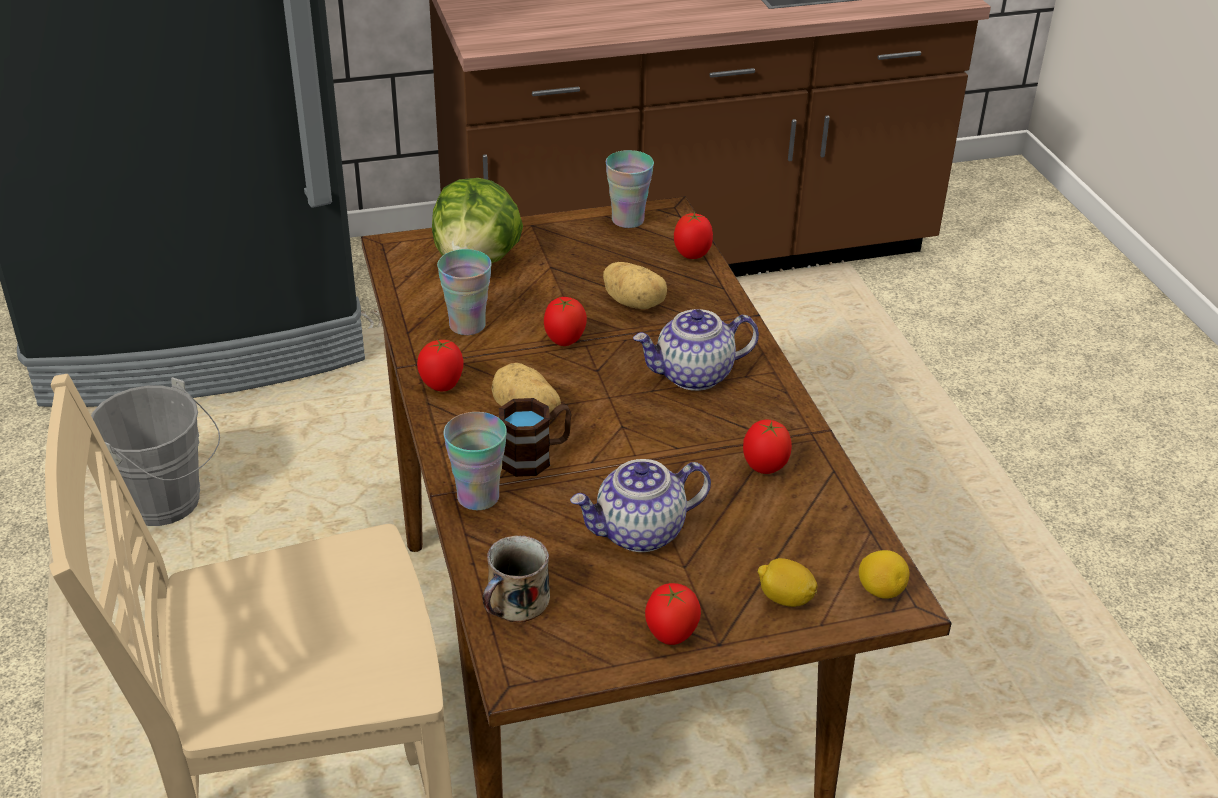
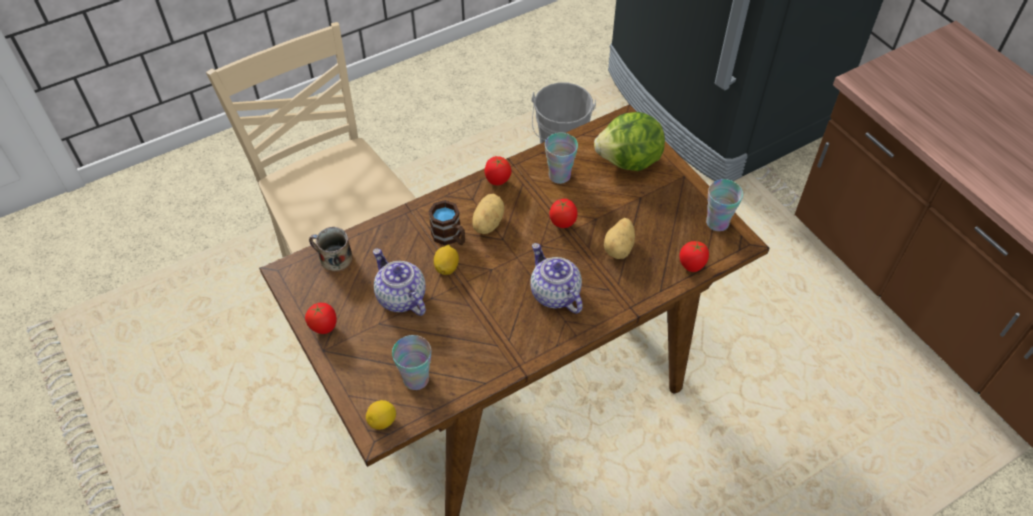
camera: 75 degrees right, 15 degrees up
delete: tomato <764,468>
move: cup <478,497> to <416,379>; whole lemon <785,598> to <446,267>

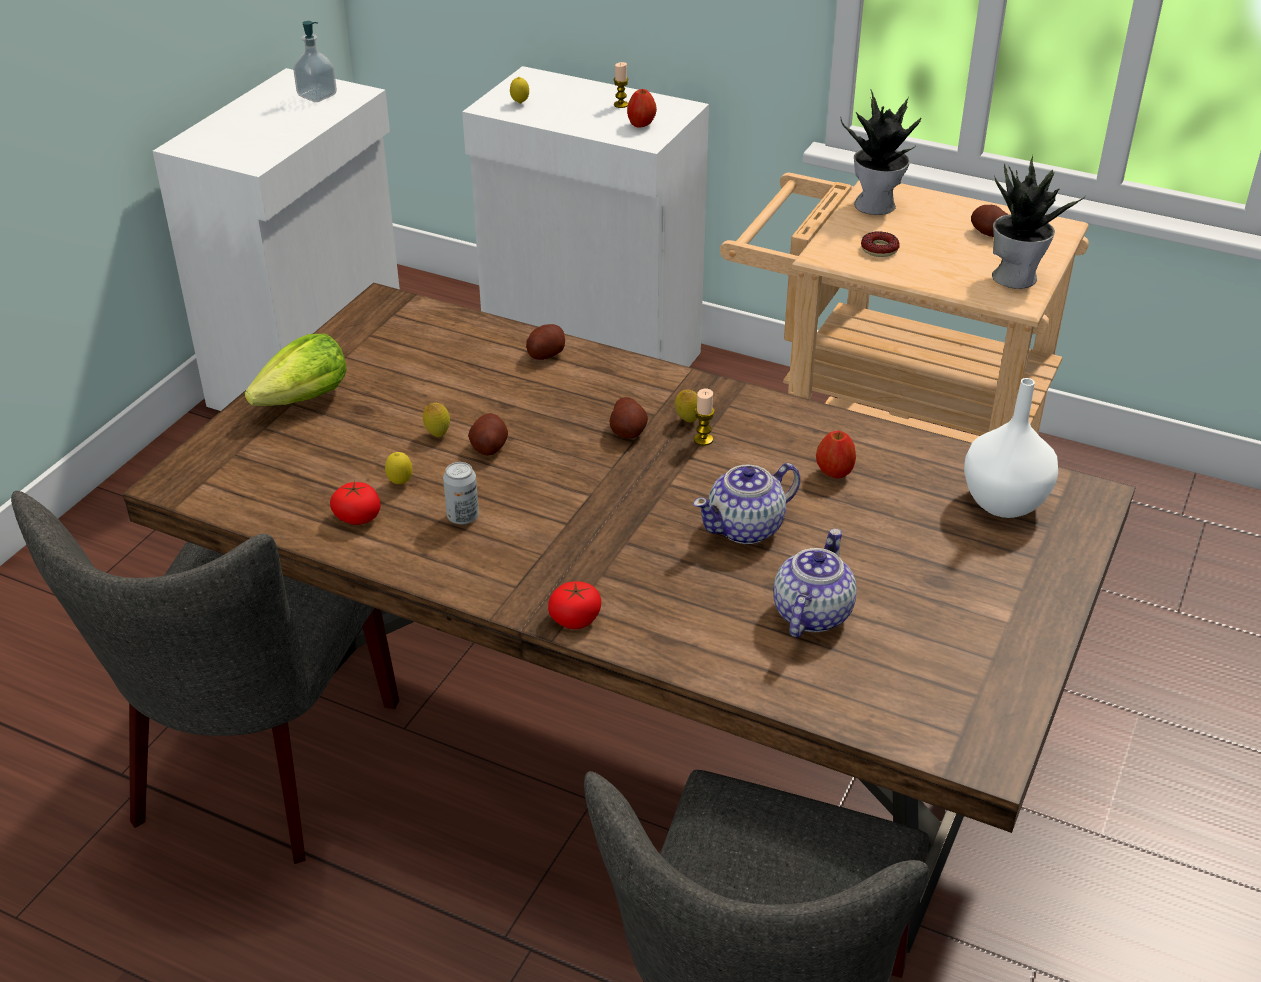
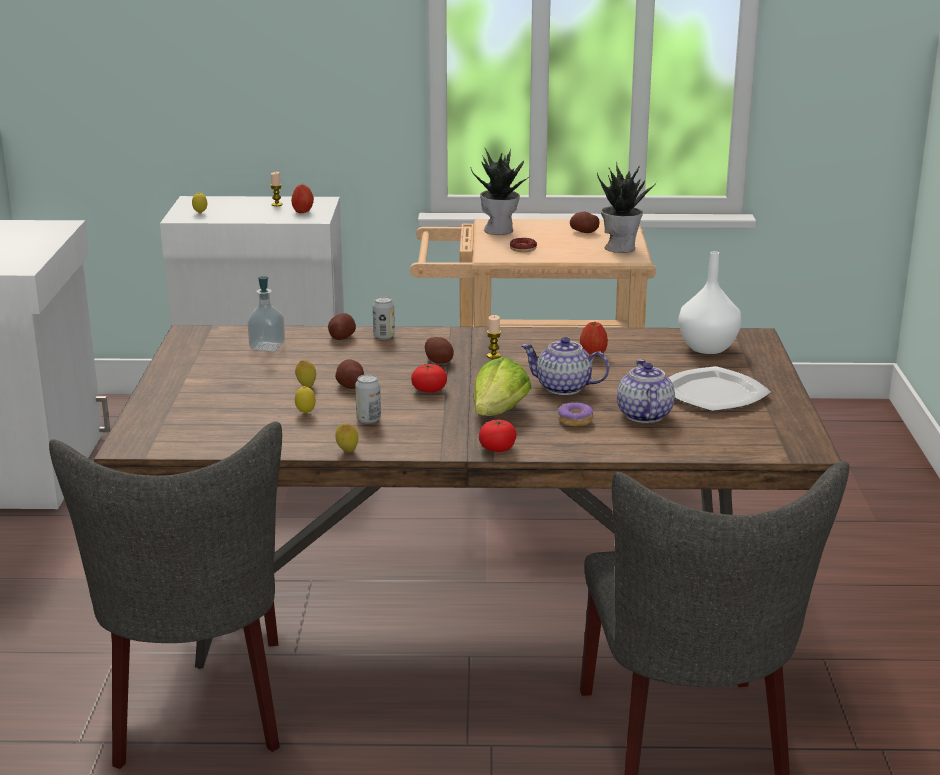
camera: 25 degrees left, 15 degrees down
insert: can <384,336>; donut <575,421>; plate <713,393>
move: head of lettuce <304,399> to <499,413>; soap bottle <317,96> to <267,346>; tomato <357,517> to <429,390>; whole lemon <687,420> to <347,452>
rotate: tea pot <746,528> = <564,388> 75 degrees clockwise

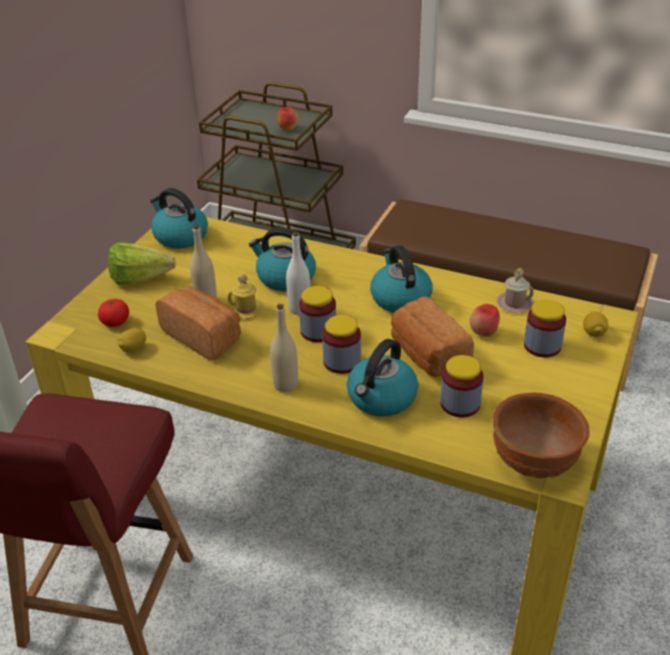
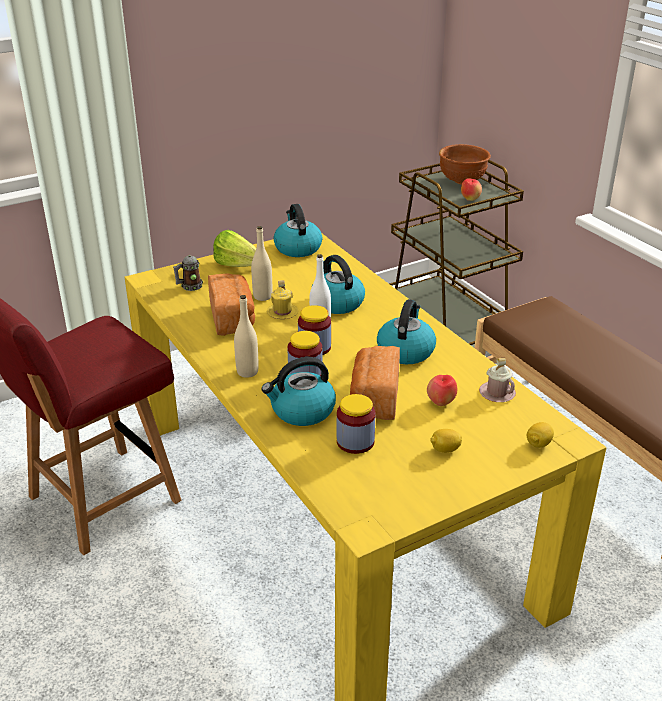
camera: 35 degrees right, 5 degrees down
delete: preserve jar <542,346>
move: whole lemon <133,349> to <445,450>; deep dish in brownish <535,463> to <462,182>
replace: tomato <115,322> to tea mug <189,287>

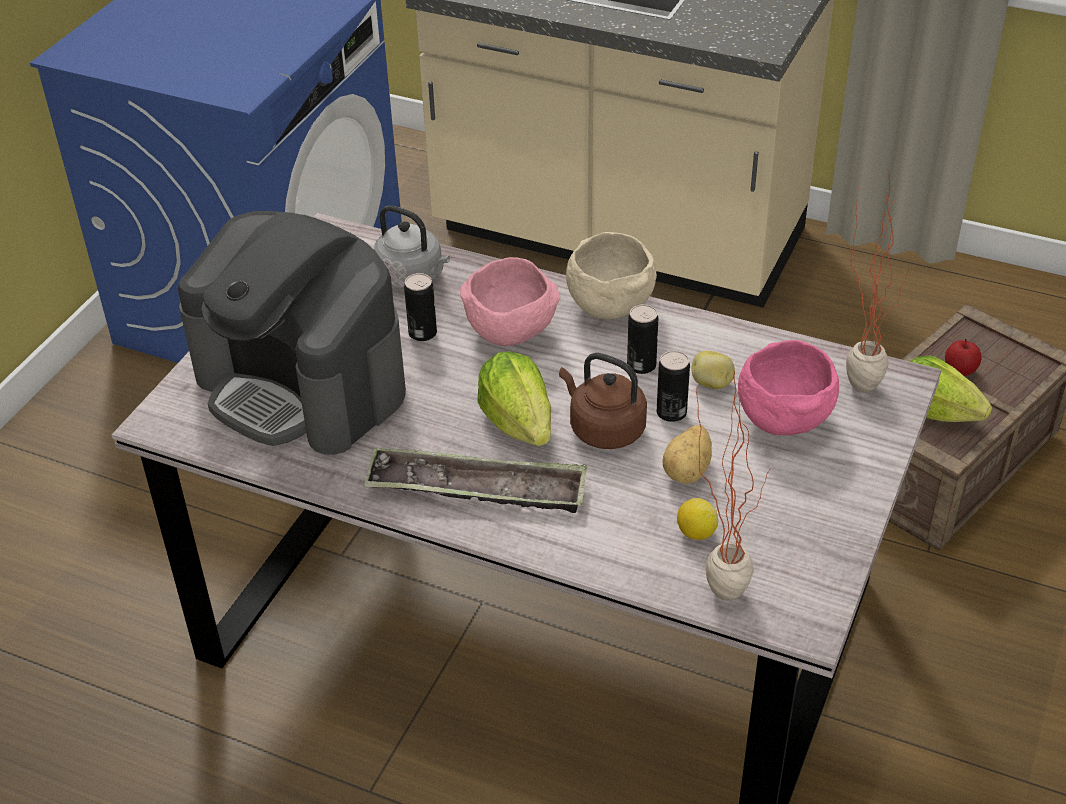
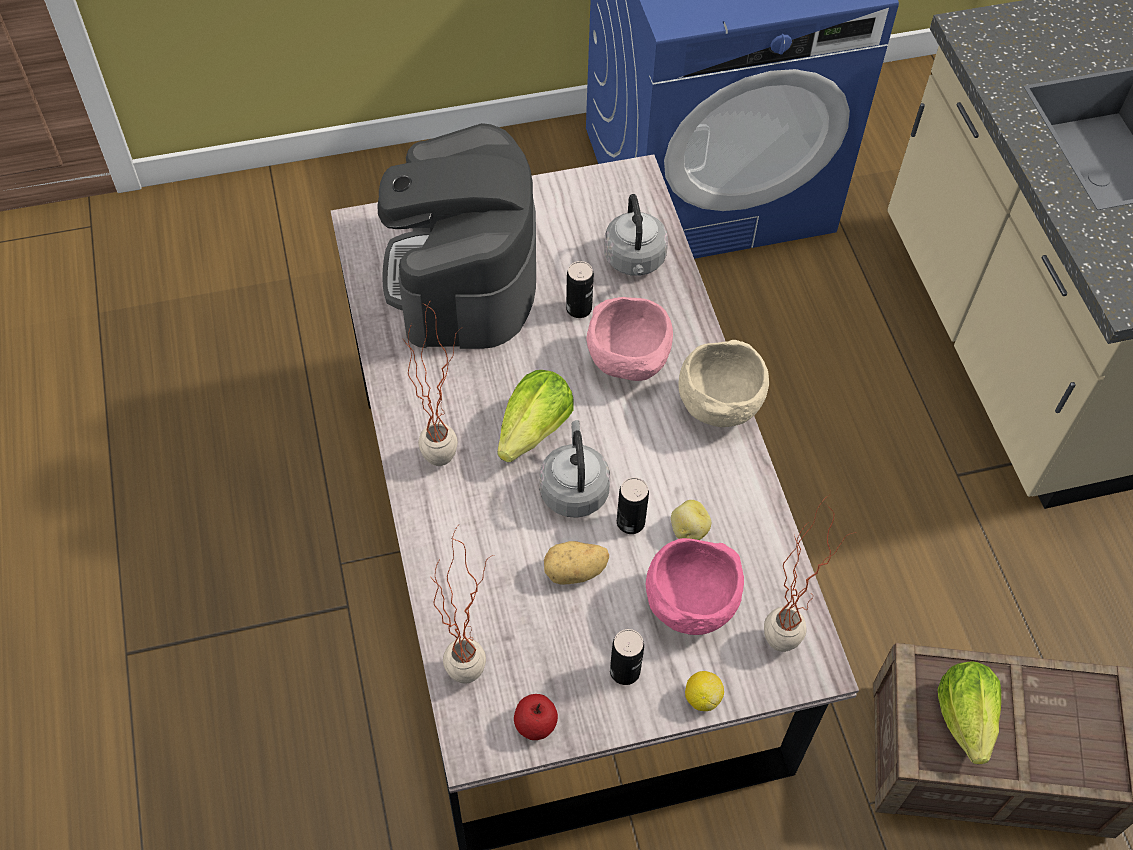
camera: 50 degrees right, 15 degrees up
move: can <641,365> to <625,671>; whole lemon <696,532> to <702,698>; apple <960,370> to <535,724>
replace: tray <477,489> to houseplant <446,449>
recolor: tea kettle in brownish <603,429> to tea kettle in greyish <574,488>

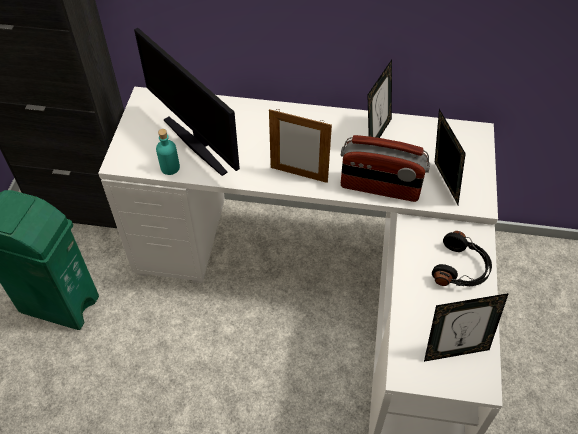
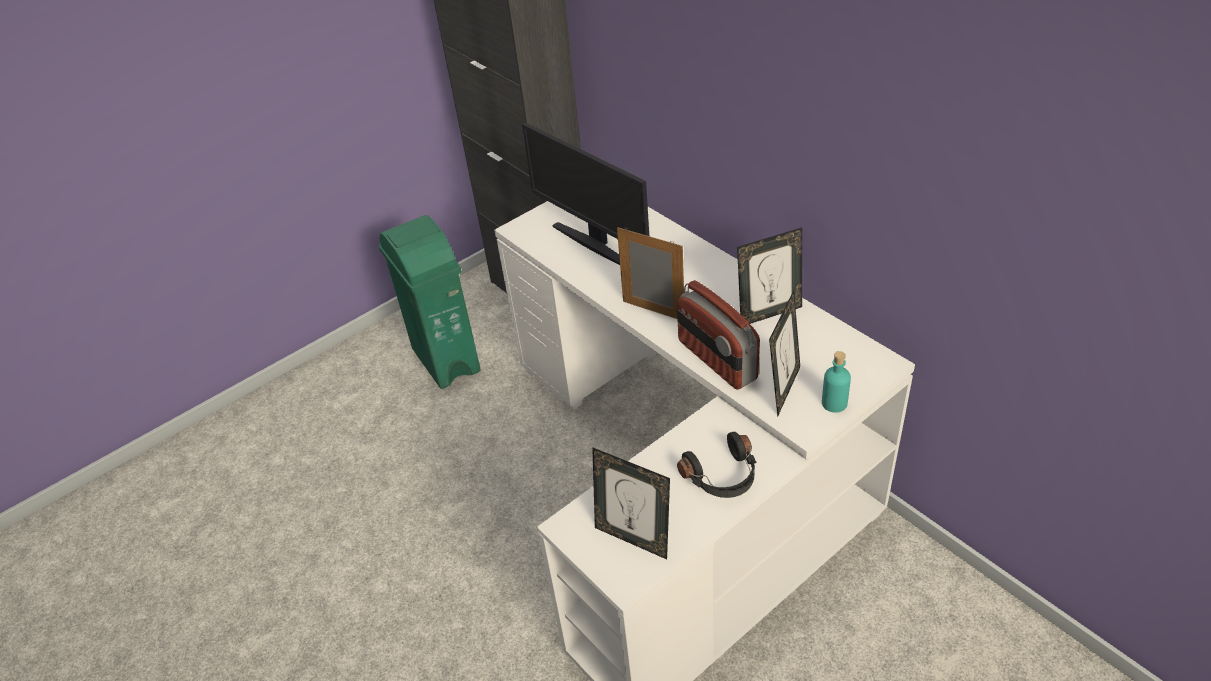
camera: 45 degrees right, 10 degrees down
move: beverage bottle in turquoise <170,167> to <834,403>
rotate: monitor <197,144> = <594,244> 45 degrees counterclockwise; photo frame <299,174> = <653,311> 150 degrees clockwise

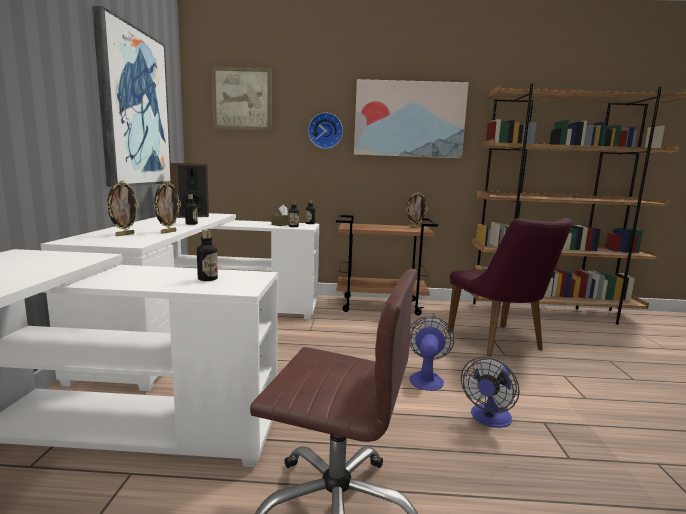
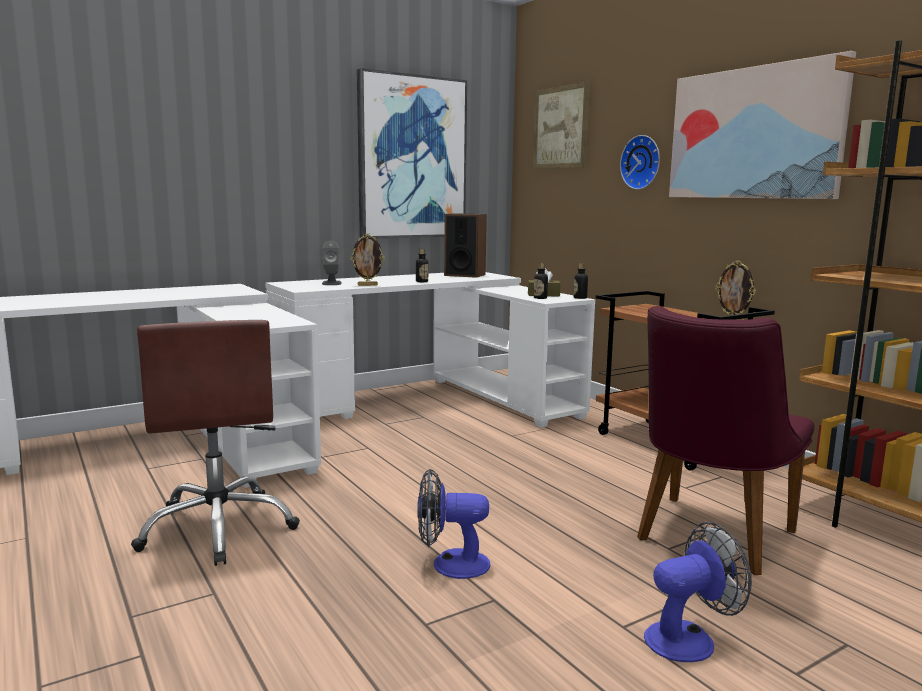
camera: 55 degrees right, 0 degrees up
delete: beverage bottle <207,279>
move: electric fan <426,378> to <689,638>
replace: photo frame <124,235> to audio speaker in greyish <331,283>

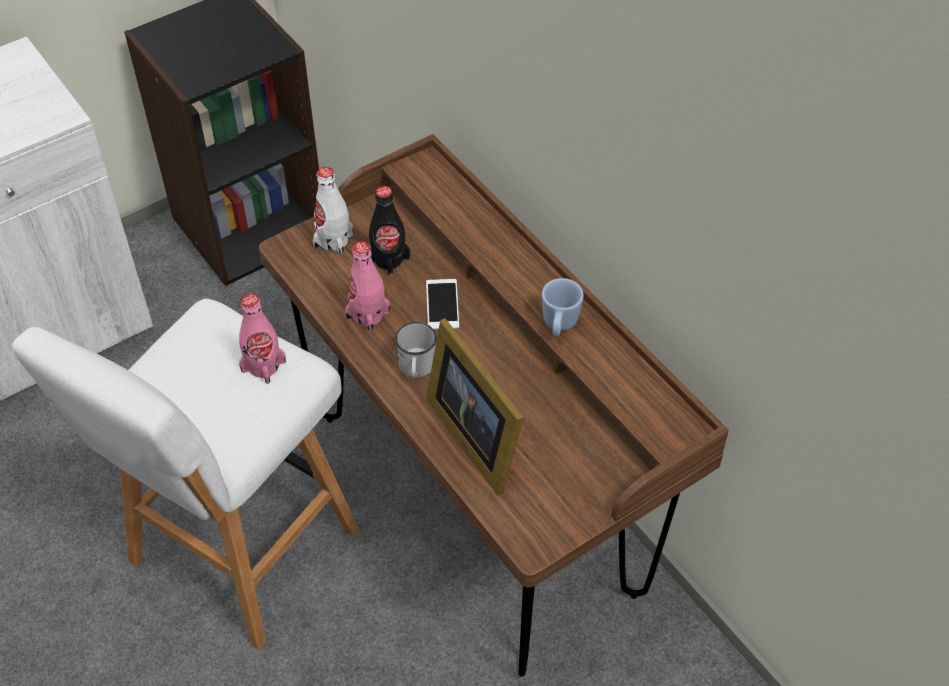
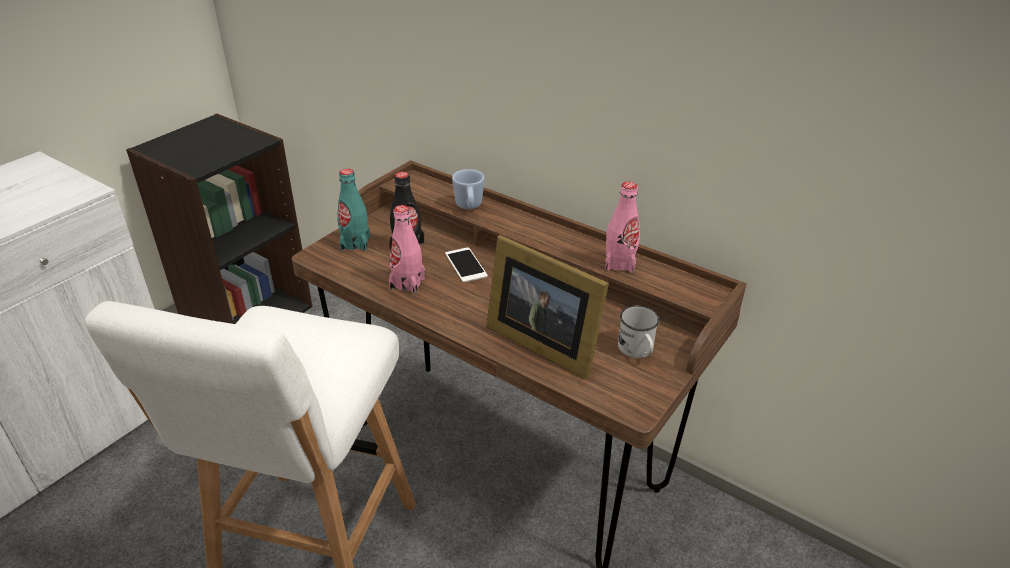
camera: 20 degrees left, 15 degrees down
move: beverage bottle in pinkish <263,366> to <619,263>; tea mug in white <416,368> to <637,351>; tea mug in blue <559,325> to <469,207>
recolor: beverage bottle in white <333,241> to beverage bottle in turquoise <355,243>

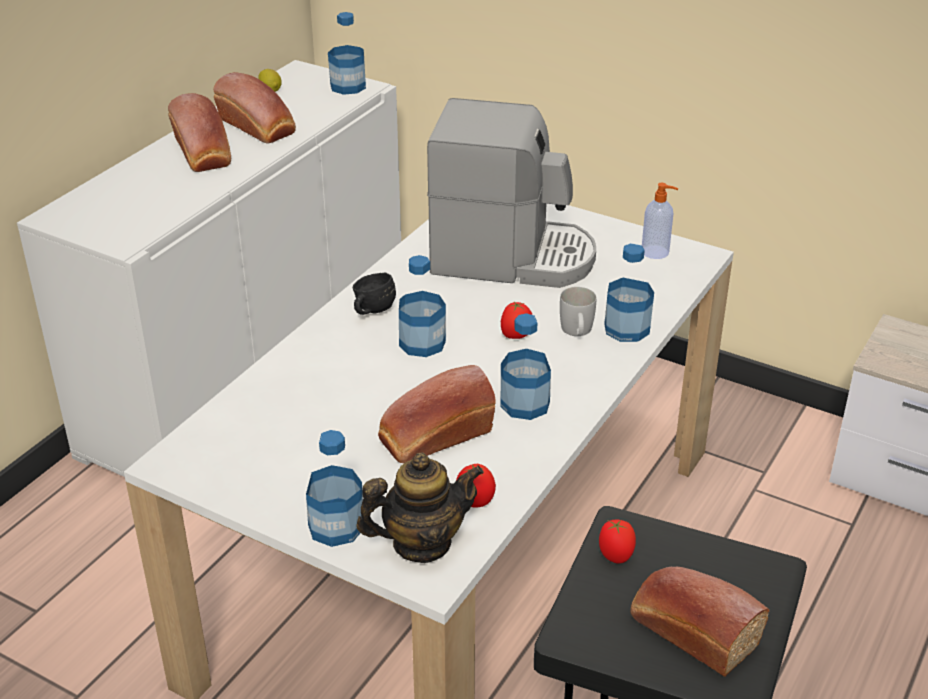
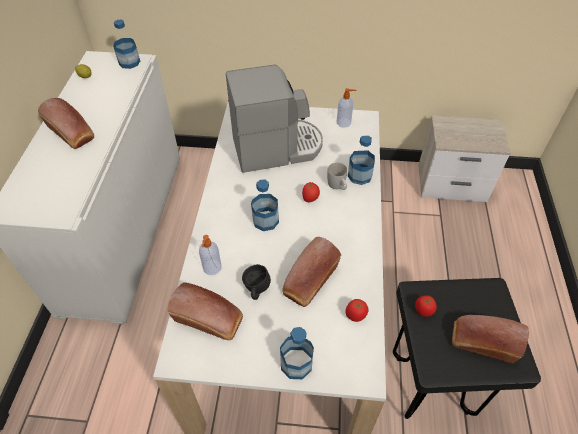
camera: 25 degrees left, 15 degrees up
delete: tea pot <421,543>; beverage bottle <525,404>
insert: soap bottle <212,268>
move: bakery bread <259,127> to <210,319>; tea mug in black-coloured <371,311> to <255,289>

